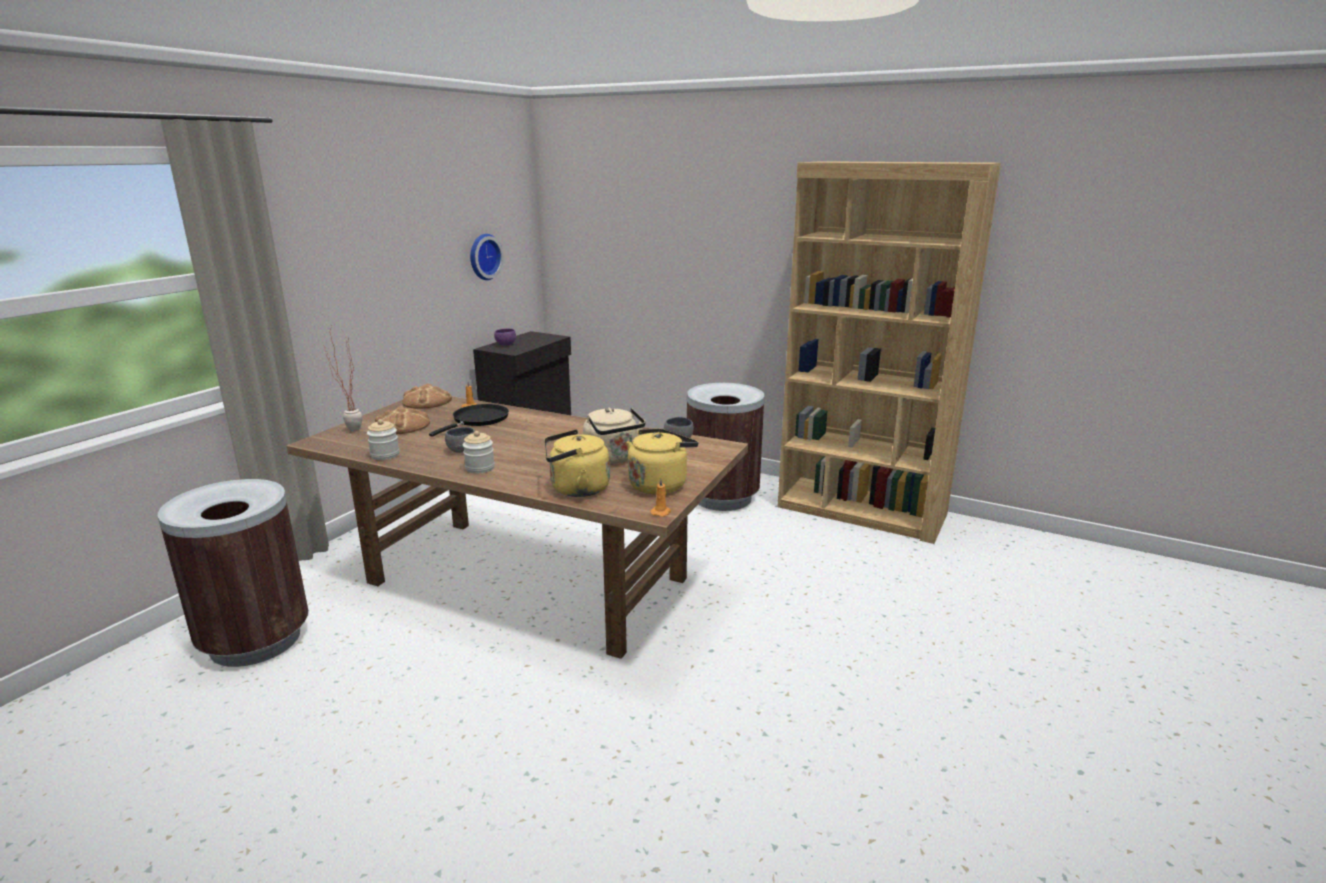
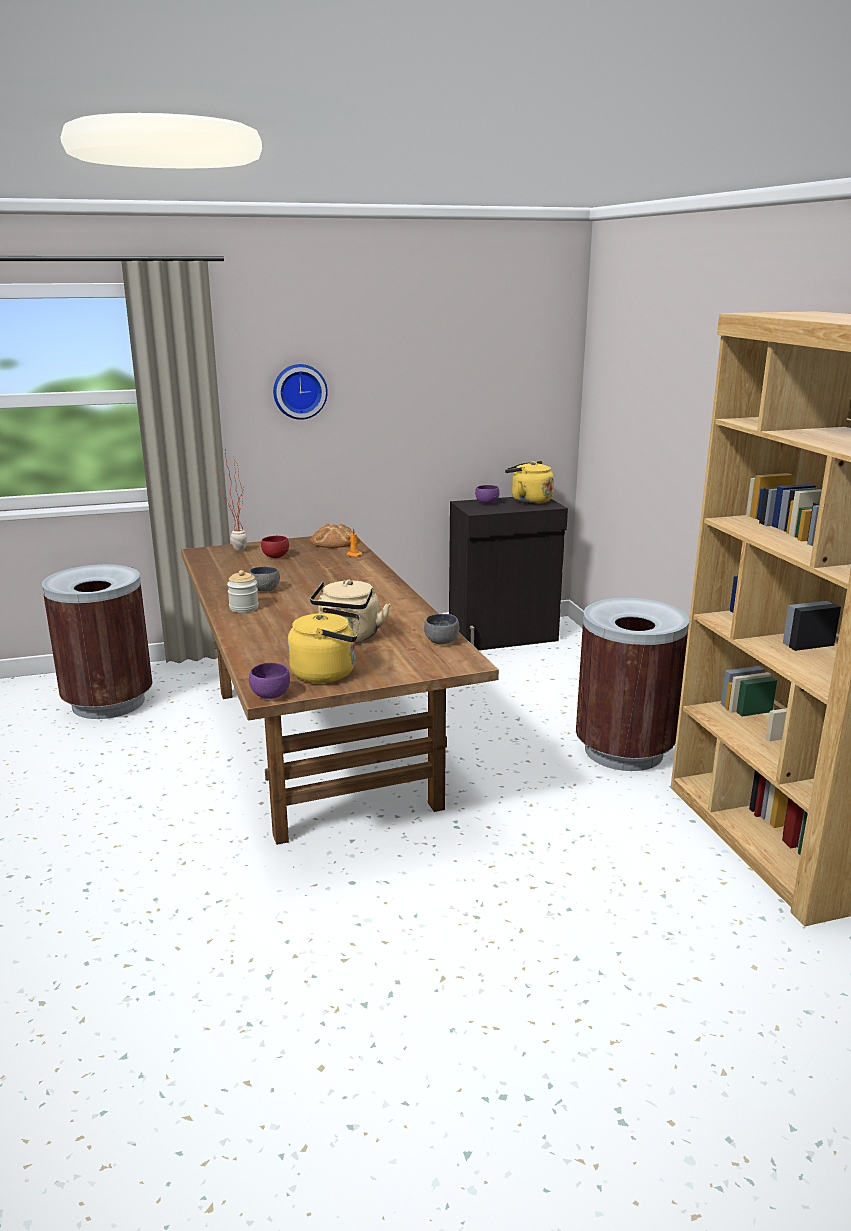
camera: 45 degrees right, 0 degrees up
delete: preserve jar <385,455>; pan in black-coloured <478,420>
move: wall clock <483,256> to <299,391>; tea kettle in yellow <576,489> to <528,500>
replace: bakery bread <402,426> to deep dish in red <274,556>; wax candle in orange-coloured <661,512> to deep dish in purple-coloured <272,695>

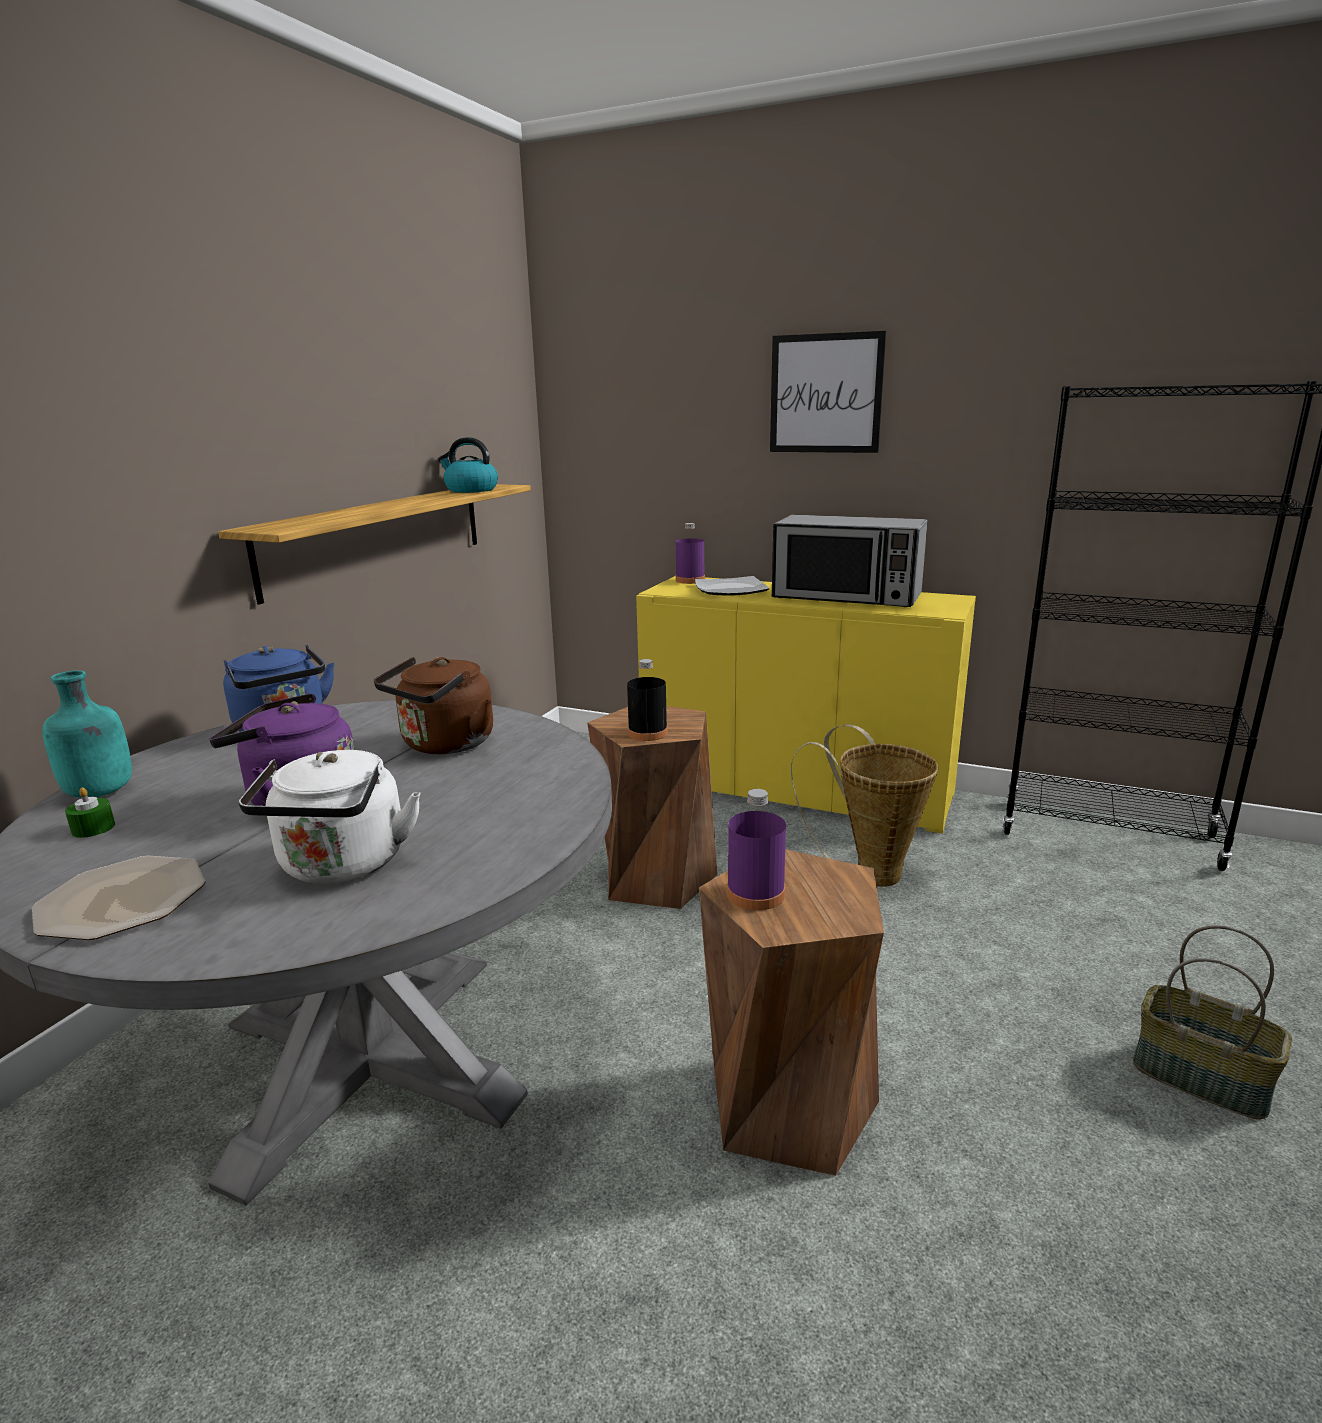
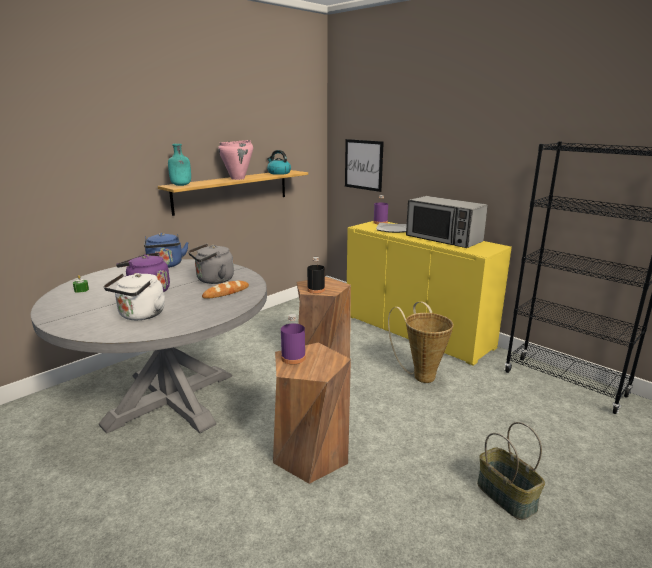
camera: 20 degrees right, 0 degrees up
delete: plate <121,901>
insert: bakery bread <226,292>; stockpot in pinkish <238,178>
move: beverage bottle in turquoise <100,793> to <181,185>; picture <825,394> to <363,165>
recolor: tea kettle in brownish <444,745> to tea kettle in greyish <213,280>

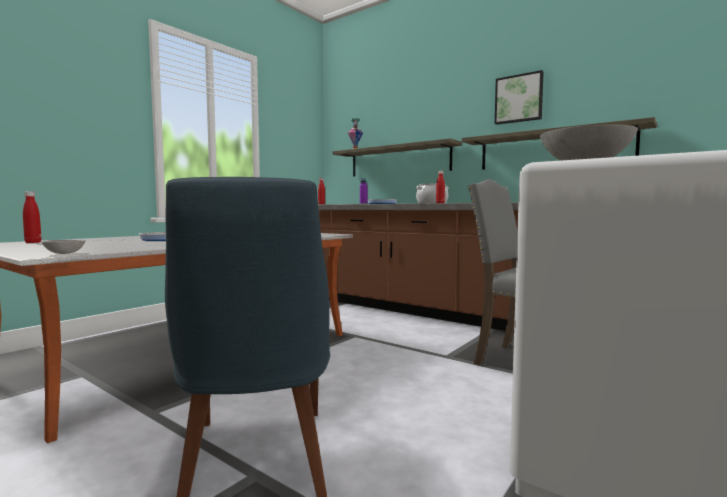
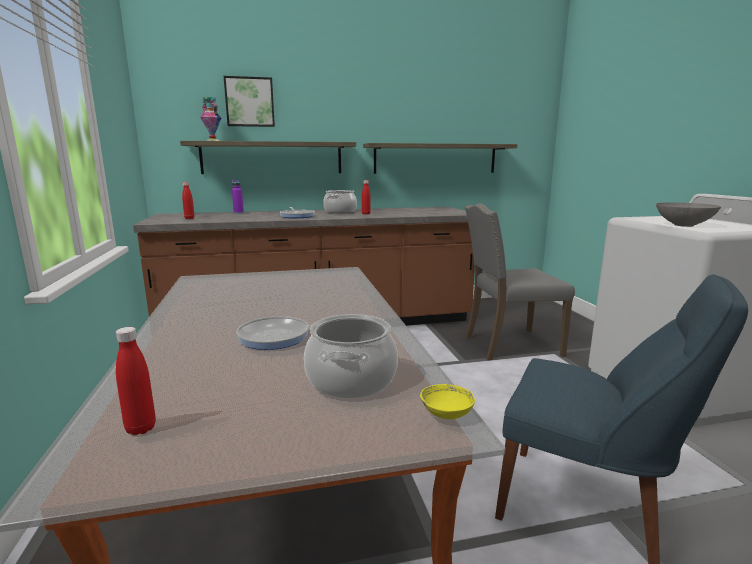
camera: 50 degrees left, 10 degrees up
insert: stockpot <352,380>
move: picture <519,99> to <249,102>
recolor: deep dish in greyish <64,253> to deep dish in yellow <446,413>

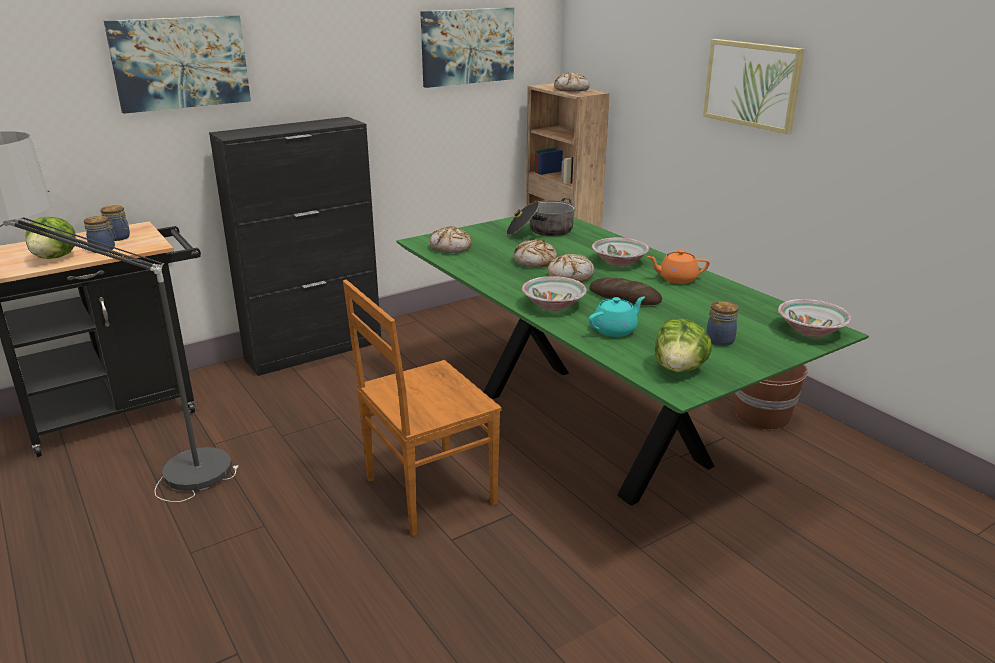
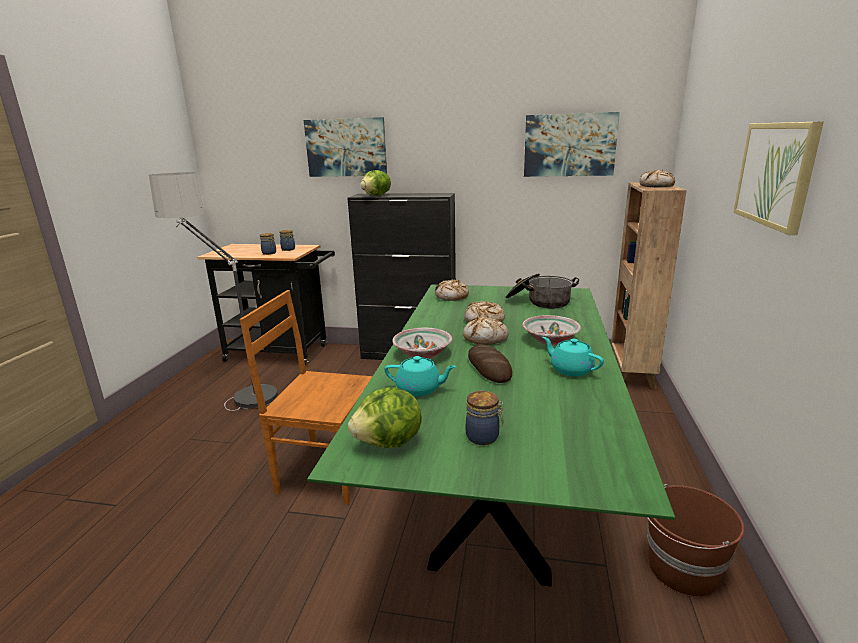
camera: 45 degrees right, 5 degrees down
delete: deep dish <812,331>
move: head of lettuce <55,257> to <377,196>
recolor: tea pot in orange-coloured <676,279> to tea pot in turquoise <570,369>

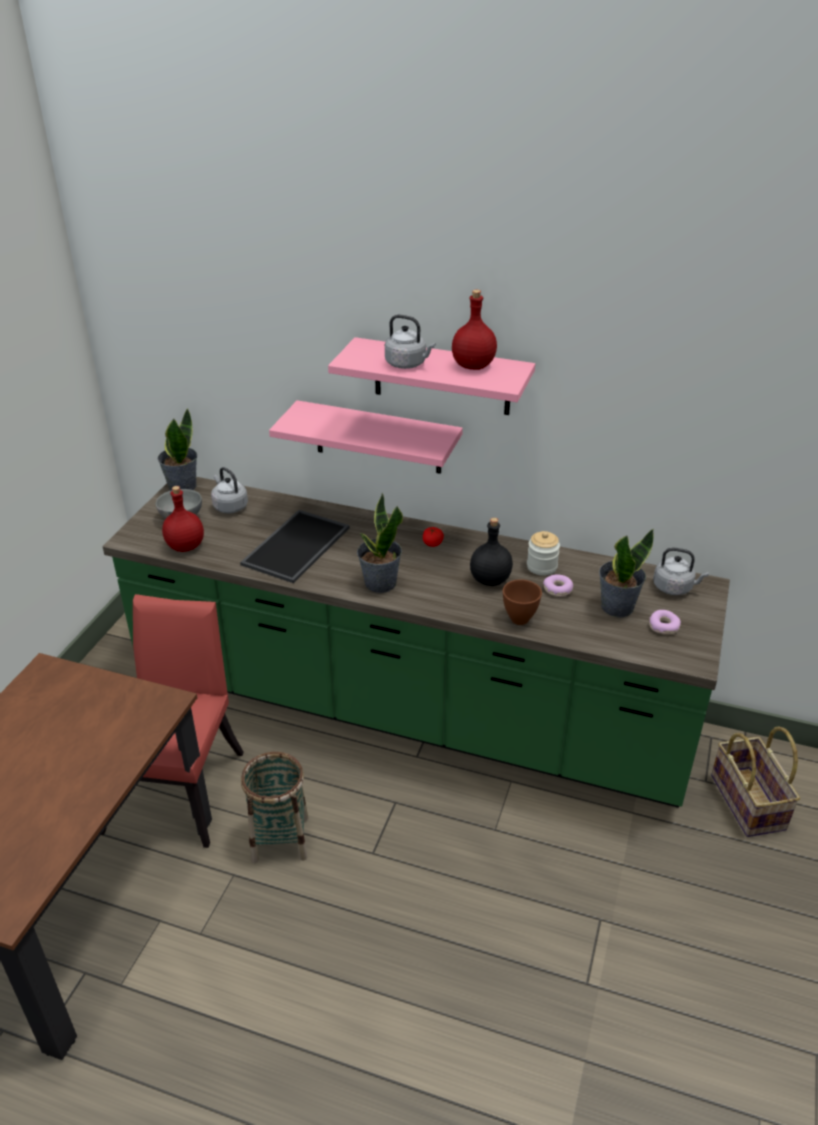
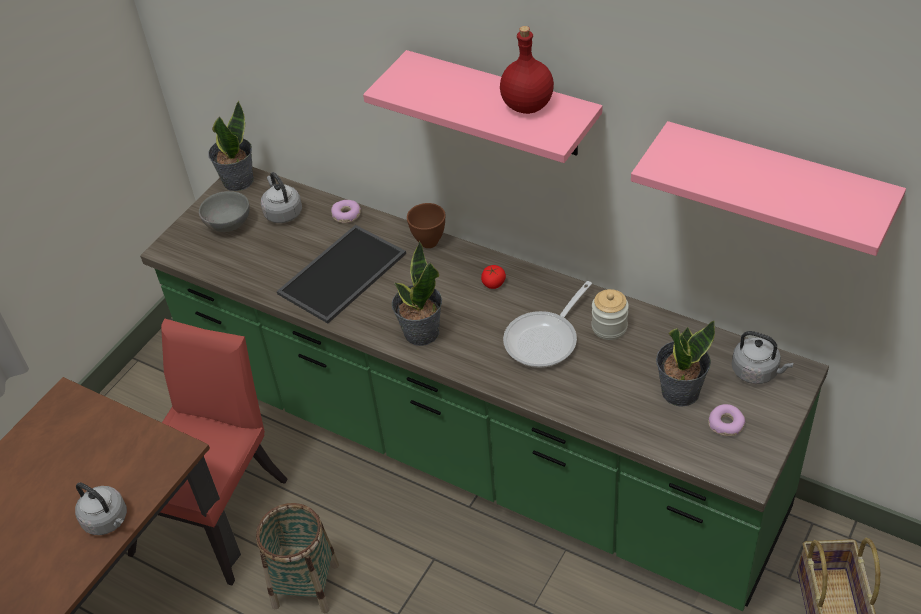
camera: 15 degrees right, 10 degrees up
delete: beverage bottle in red <185,547>
move: bracket shelf in pinkish <378,437> to <777,182>; tea kettle in greyish <408,364> to <107,521>; deep dish in brownish <519,618> to <429,241>; donut <558,589> to <346,215>
replace: beverage bottle in black-coloured <490,579> to pan <545,339>

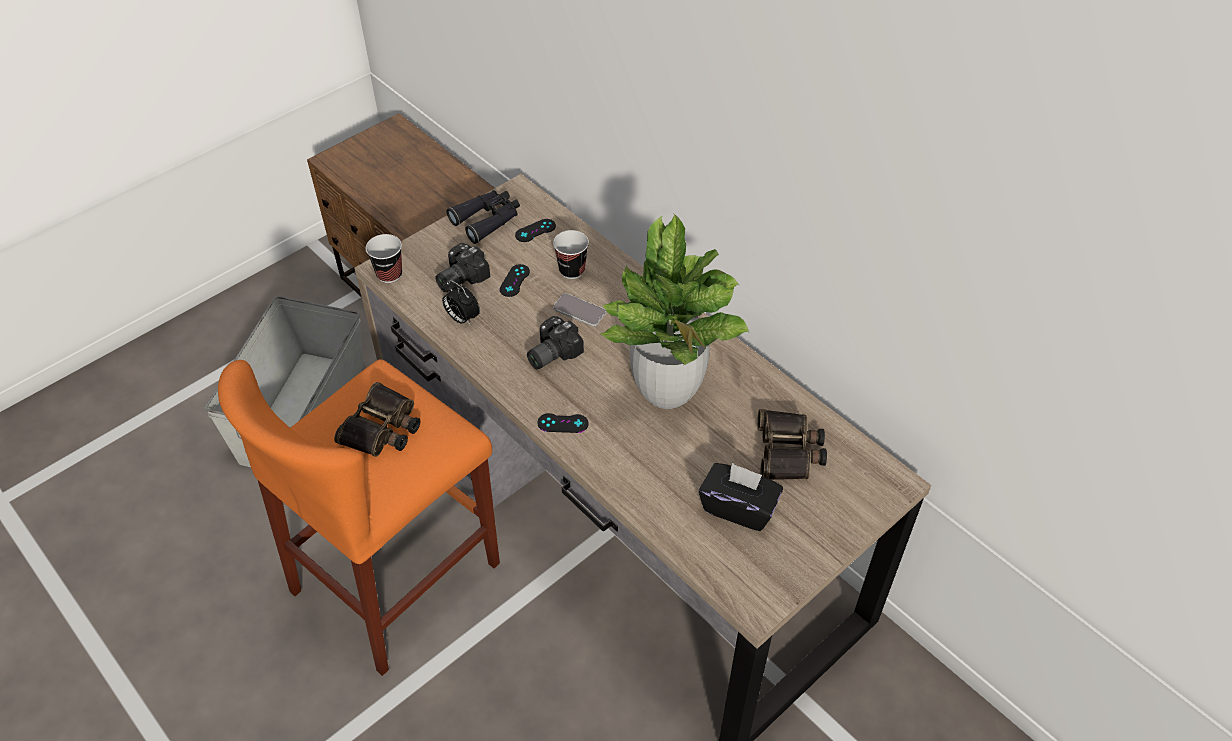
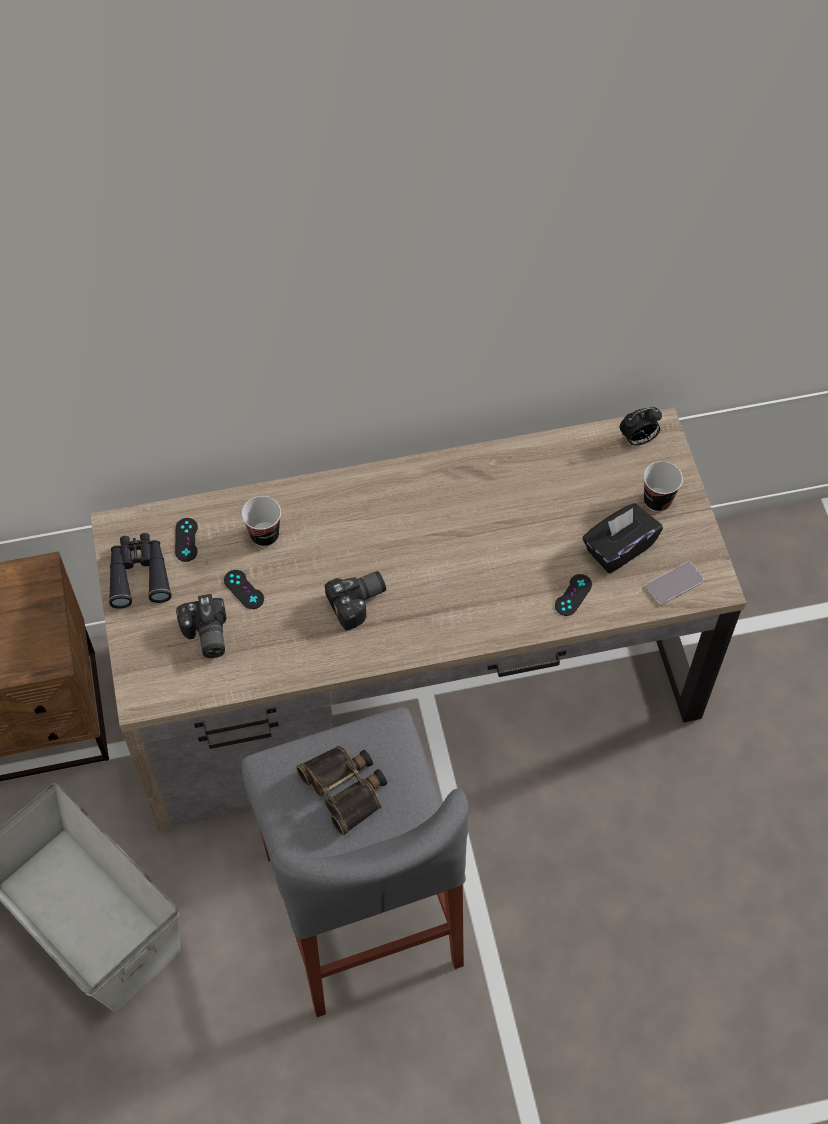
camera: 60 degrees left, 10 degrees up
delete: houseplant <667,391>; pair of binoculars <789,451>
move: cup <389,274> to <657,500>; table clock <462,318> to <638,439>; joypad in black-coloured <563,423> to <573,595>; handset <579,310> to <674,584>
recolor: stool in orange-coloured <396,577> to stool in greyish <362,908>
rotate: photo camera <550,353> = <359,603> 105 degrees counterclockwise

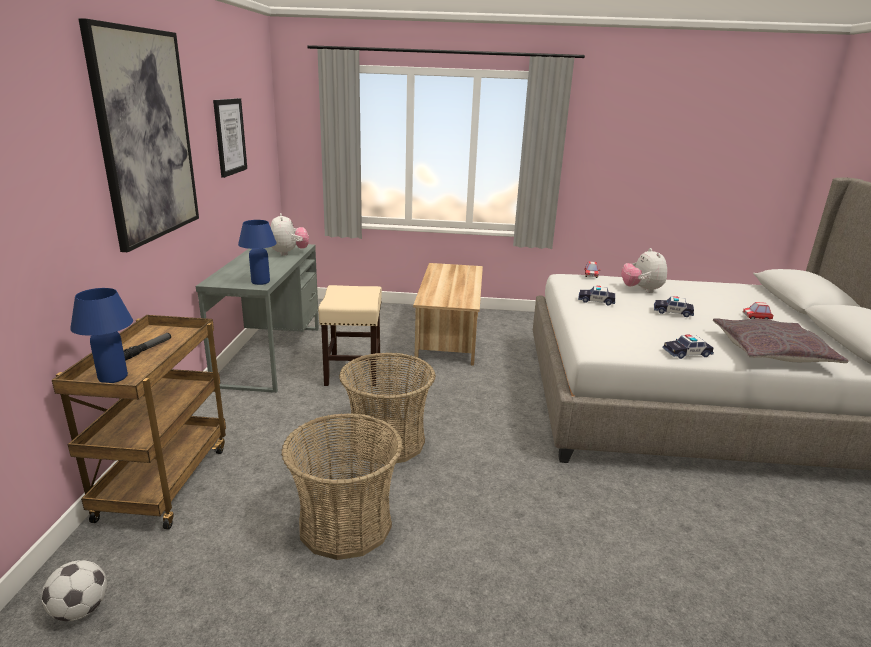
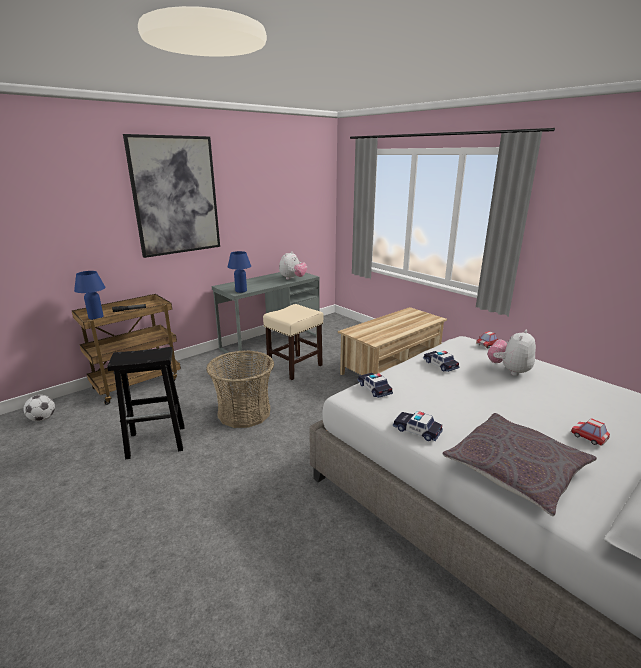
camera: 45 degrees right, 0 degrees up
delete: picture <230,136>
move: toy car <672,312> to <374,389>
replace: basket <345,524> to stool in black-coloured <157,441>

